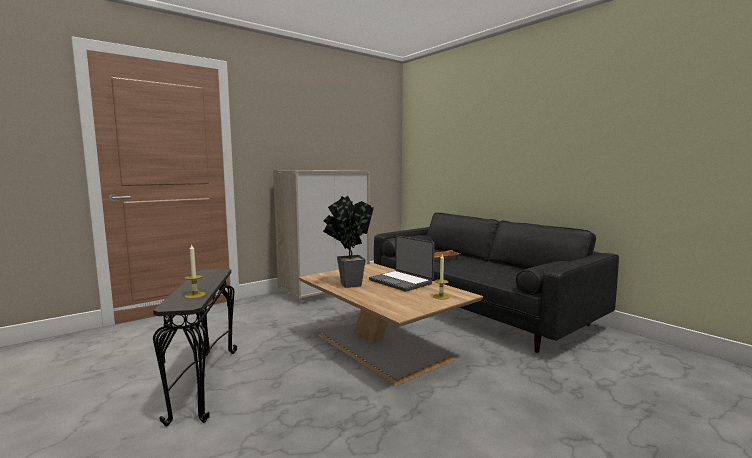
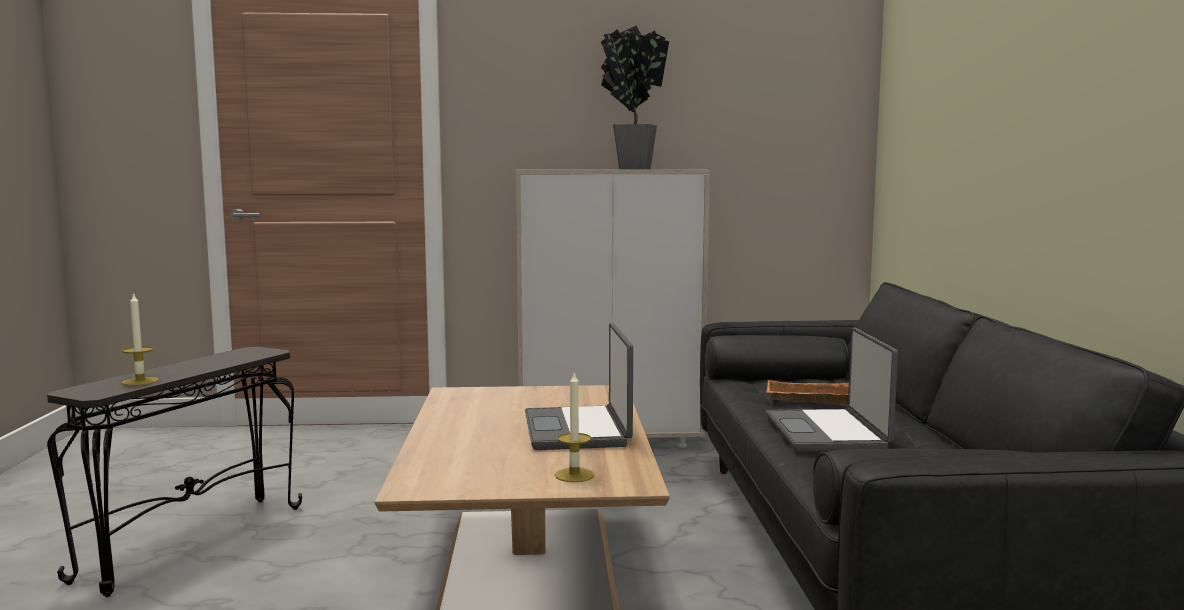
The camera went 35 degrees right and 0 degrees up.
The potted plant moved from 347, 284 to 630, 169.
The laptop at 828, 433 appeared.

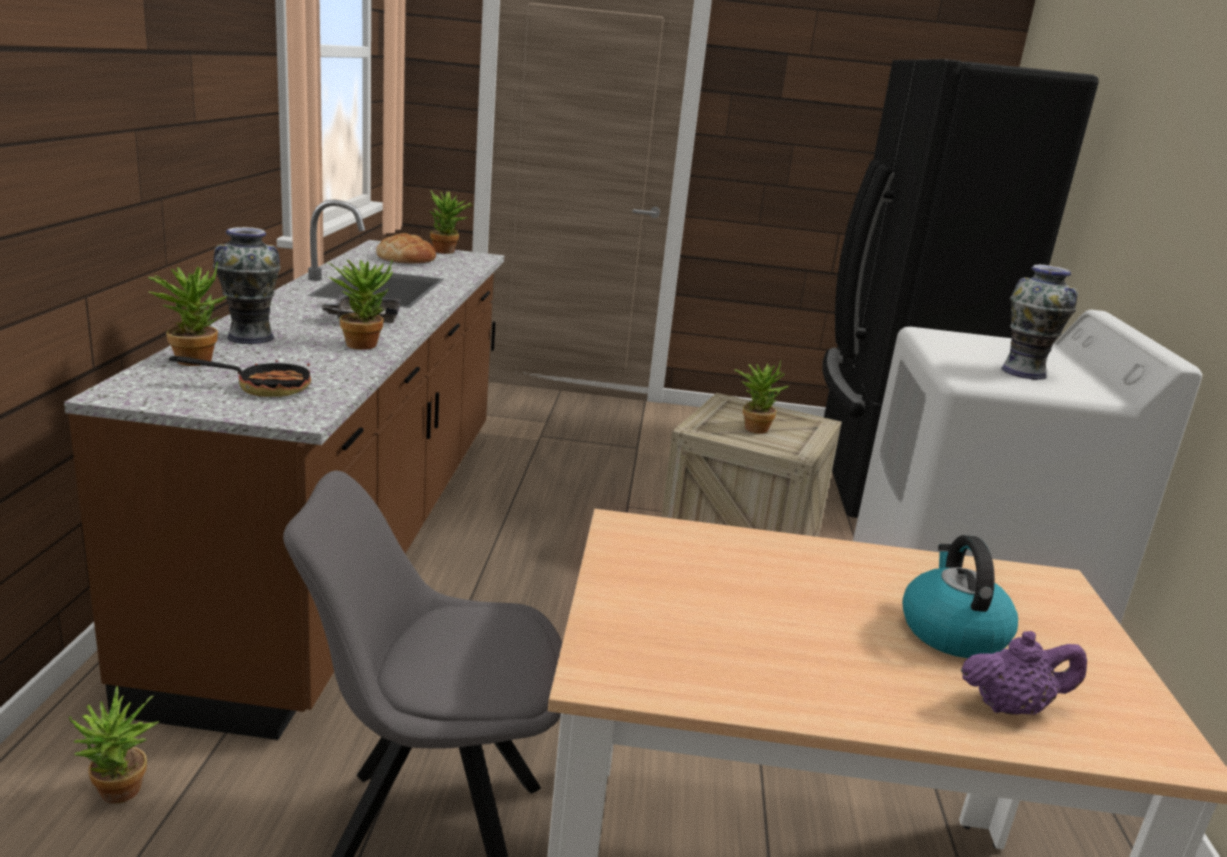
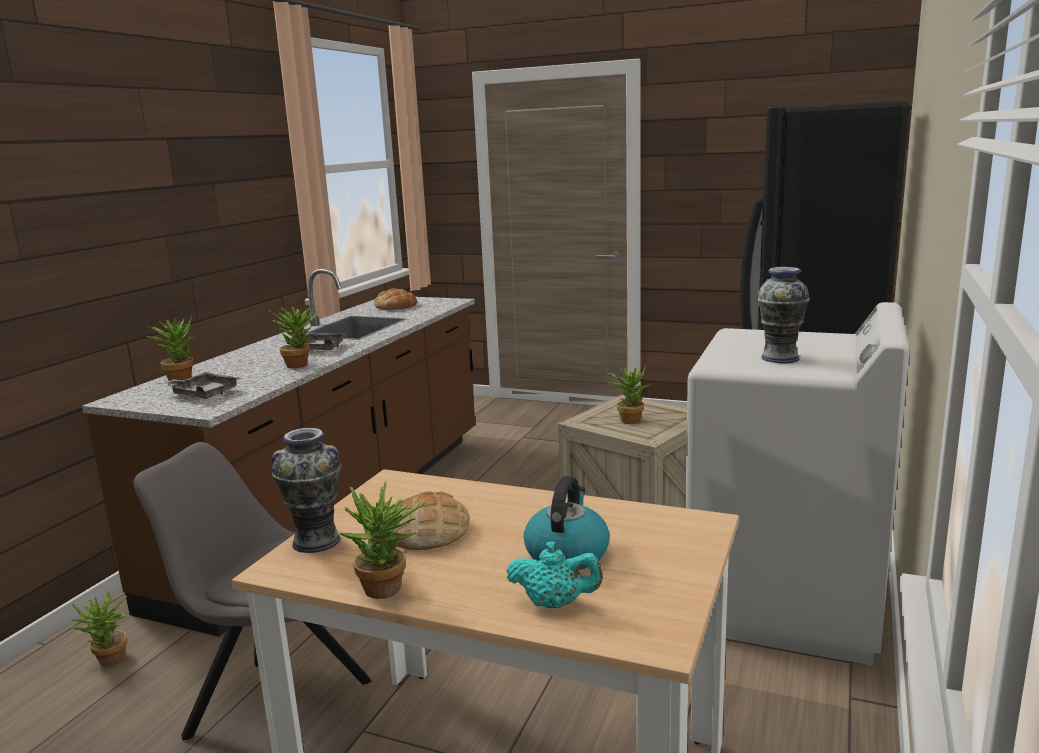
The camera went 20 degrees right and 5 degrees down.
The potted plant moved from 448, 252 to 388, 591.
The flower vase moved from 250, 337 to 316, 541.
The frying pan at 262, 387 was replaced by the carrying tray (gray) at 203, 394.
The teapot (purplish) at 1011, 707 became the teapot (blue-green) at 555, 603.
The bread at 426, 531 appeared.

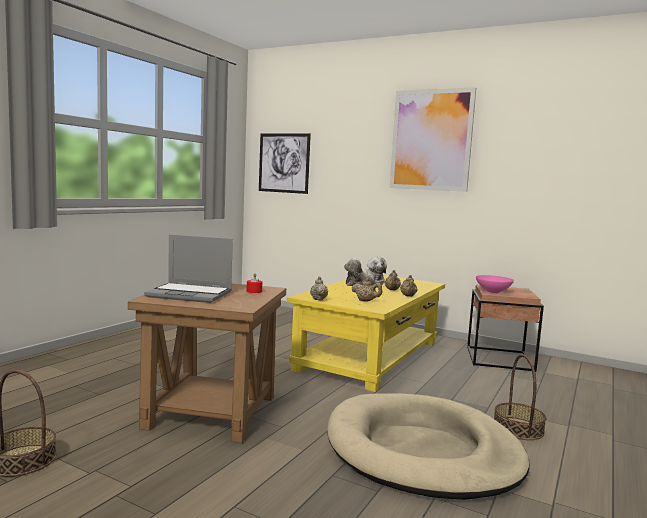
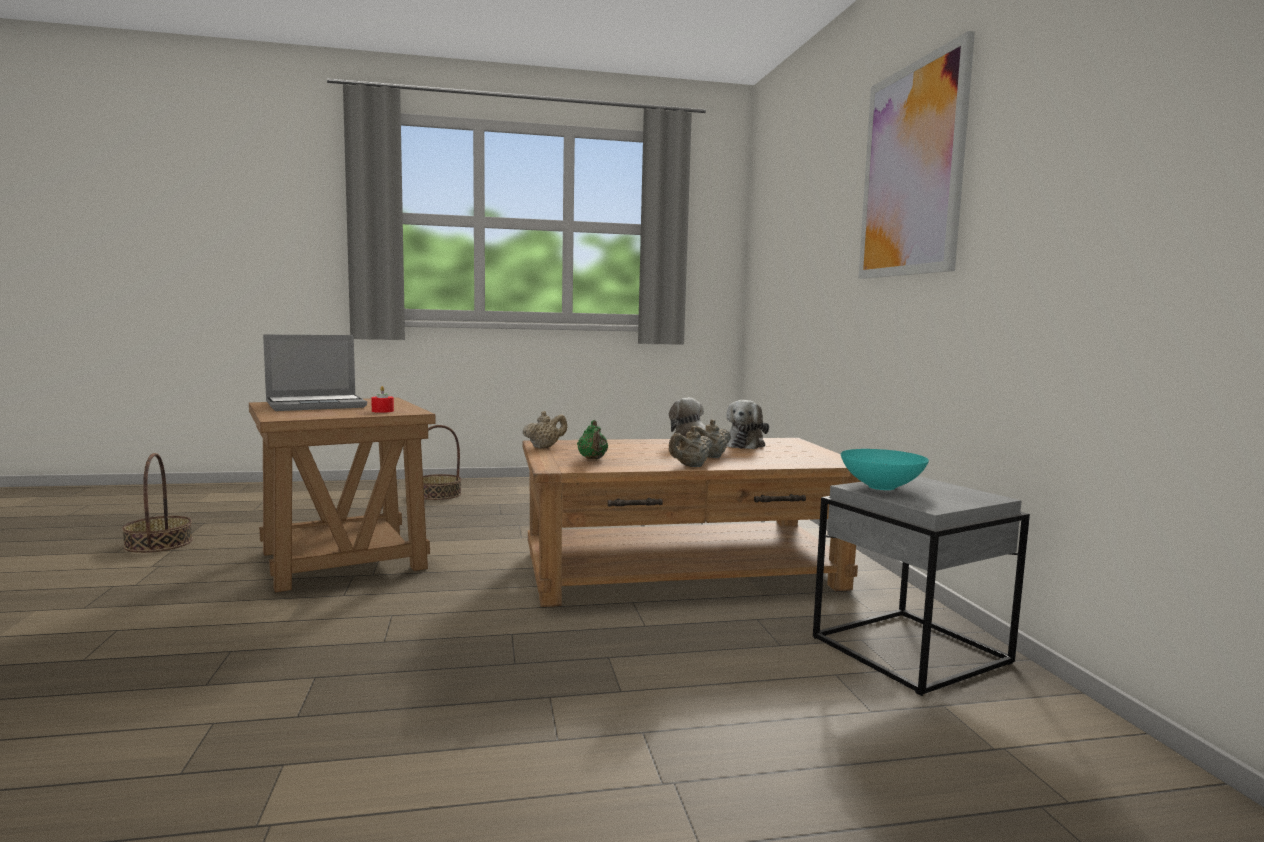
The camera went 50 degrees right and 0 degrees up.
The wall picture at 284, 163 disappeared.
The laptop at 191, 294 turned 90 degrees counterclockwise.
The lounge table (yellowish) at 370, 355 became the lounge table (brown) at 683, 570.
The deep dish (pinkish) at 493, 292 became the deep dish (blue-green) at 881, 487.
The teapot (beige-coloured) at 366, 301 became the teapot (green) at 592, 459.
The accent table (brown) at 500, 359 became the accent table (gray) at 912, 650.
The basket moved from 518, 428 to 438, 494.
The pet bed (beige-coloured) at 422, 451 disappeared.

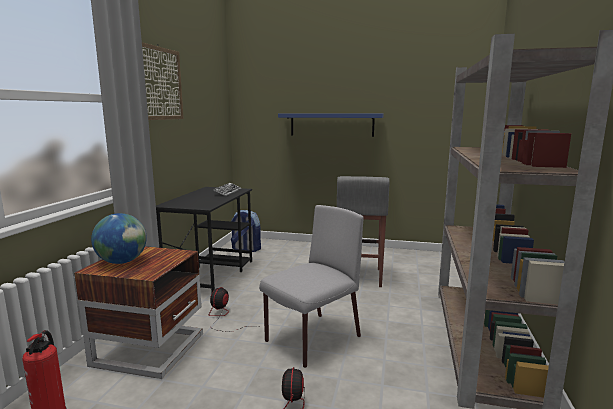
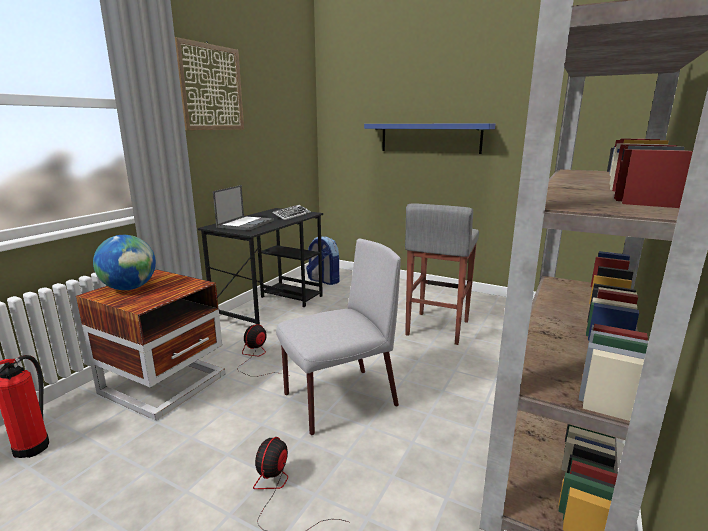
The camera went 15 degrees right and 5 degrees up.
The laptop at 246, 223 appeared.

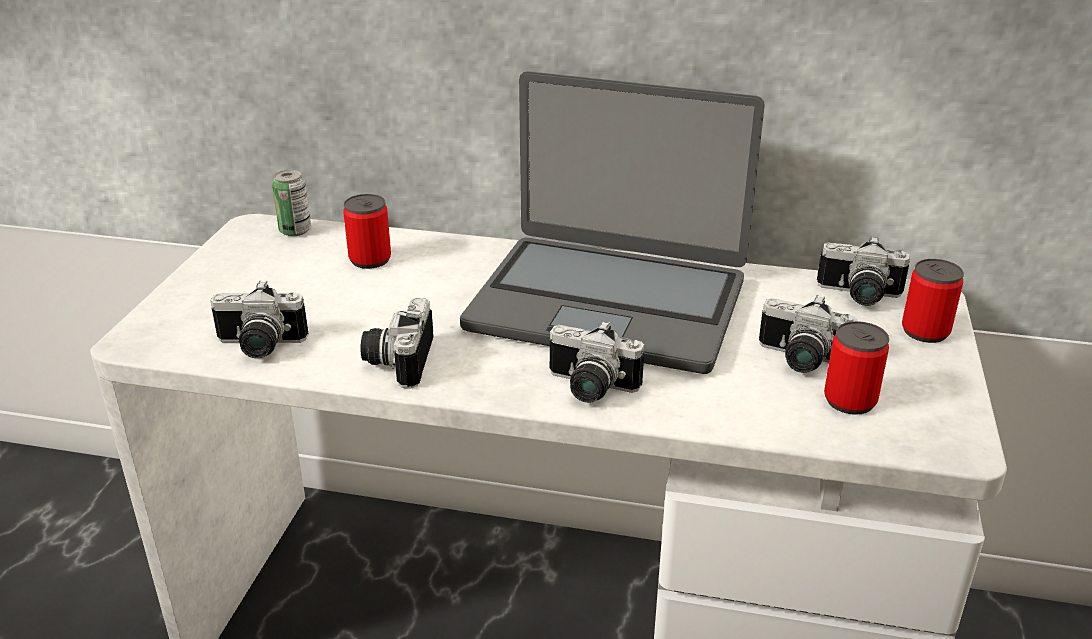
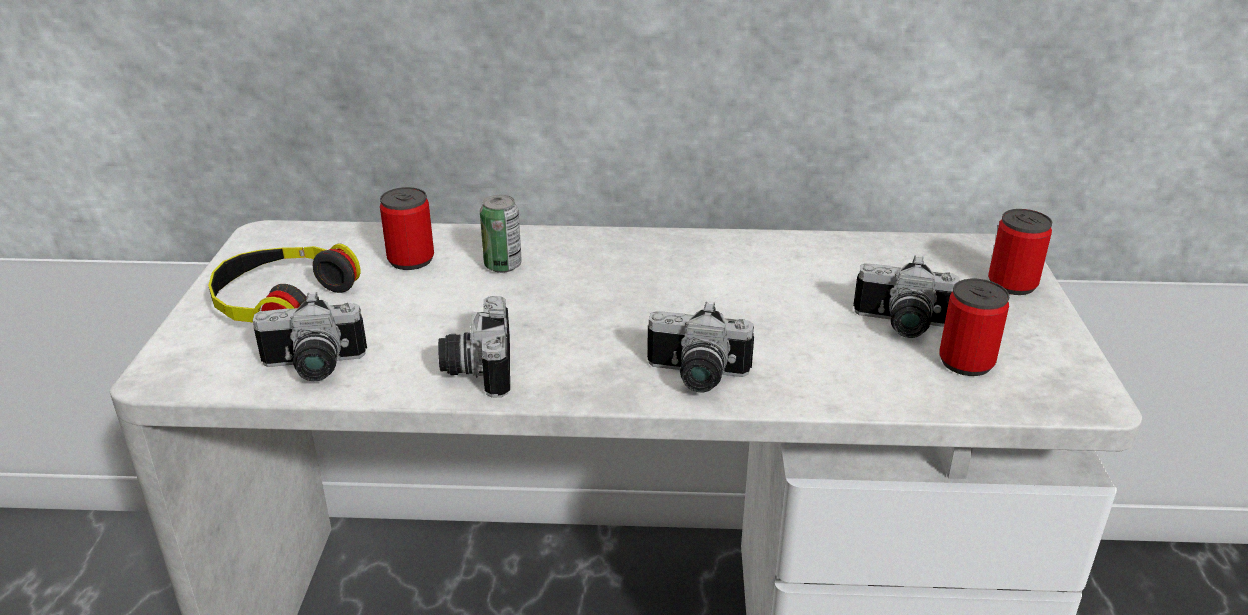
The camera went 10 degrees left and 0 degrees up.
The laptop at 608, 303 disappeared.
The can moved from 295, 231 to 503, 265.
The photo camera at 858, 296 disappeared.
The pair of headphones at 281, 301 appeared.

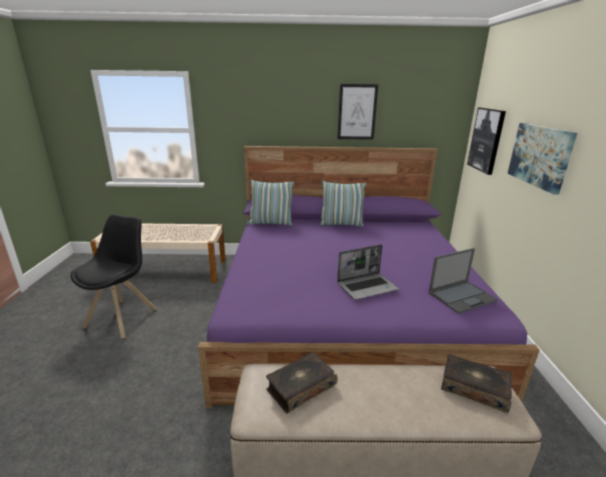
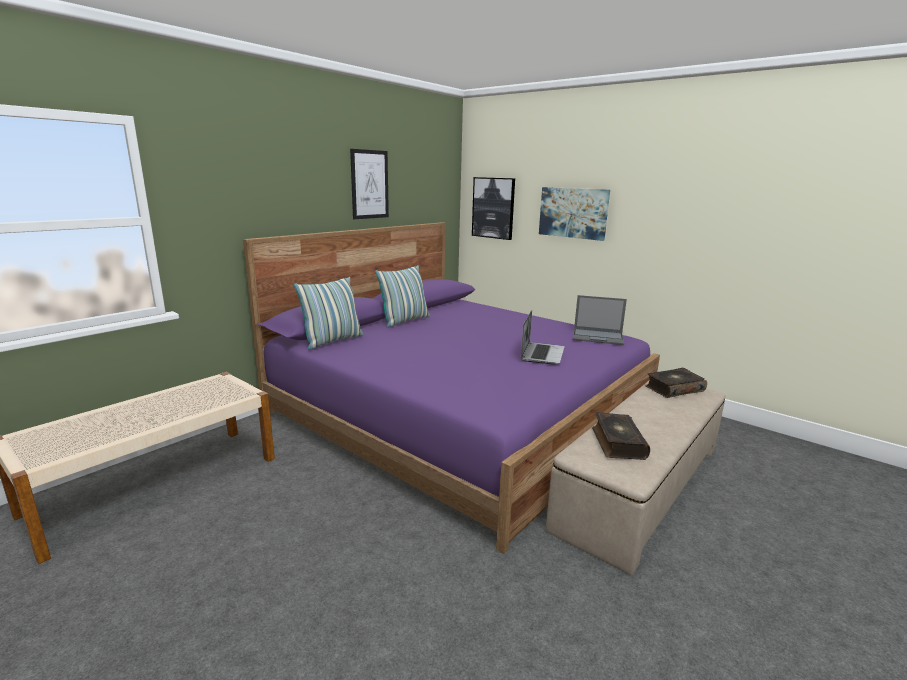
The camera went 50 degrees left and 5 degrees down.
The plain chair (black) at 122, 318 disappeared.
The laptop at 462, 296 turned 90 degrees clockwise.

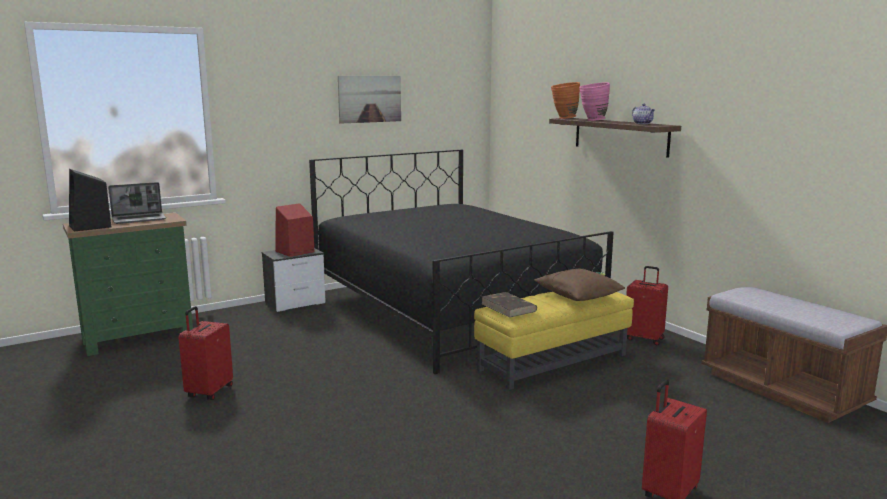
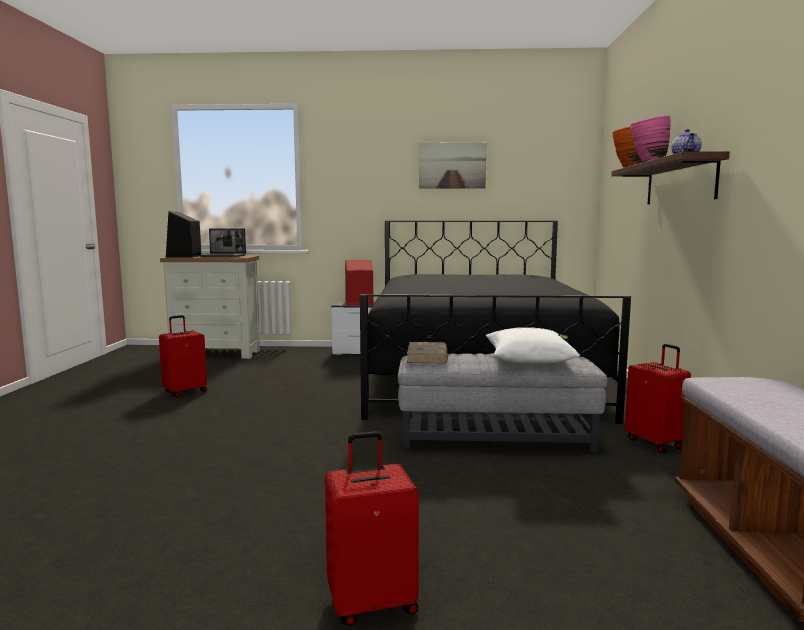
The camera went 35 degrees right and 5 degrees down.
The dresser (green) at 139, 339 became the dresser (white) at 216, 354.
The cushion (brown) at 578, 296 became the cushion (white) at 529, 360.
The footrest (yellowish) at 553, 362 became the footrest (gray) at 495, 438.

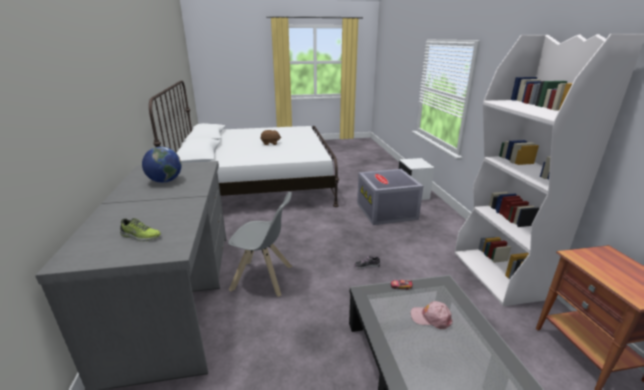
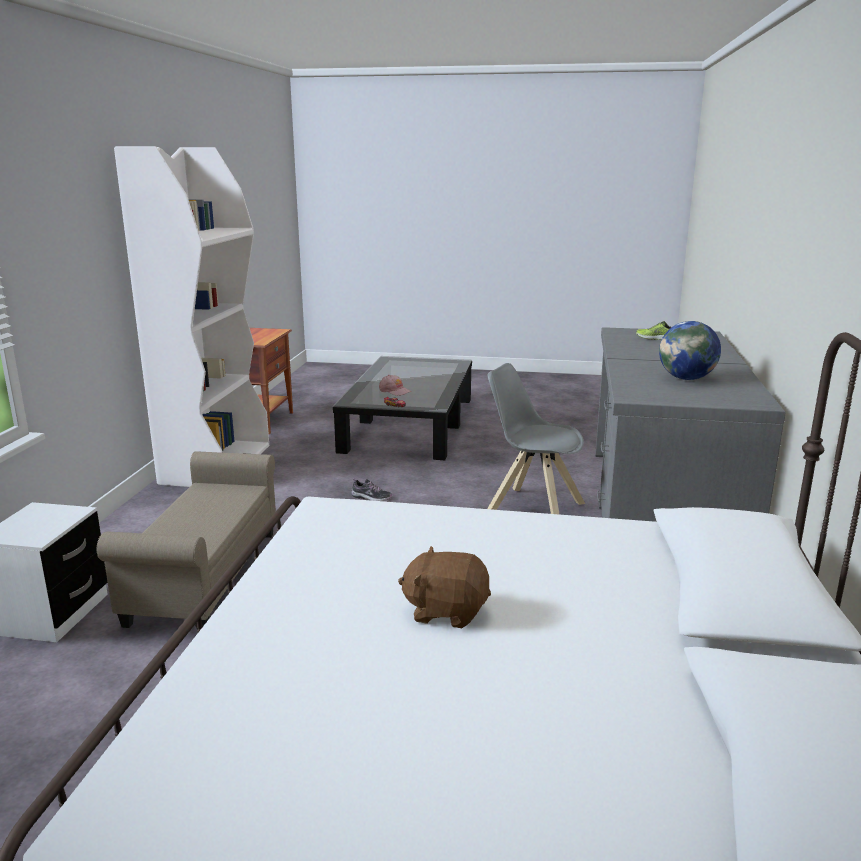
The camera went 160 degrees left and 5 degrees down.
The storage box (gray) at 387, 211 was replaced by the footrest (beige-coloured) at 205, 575.

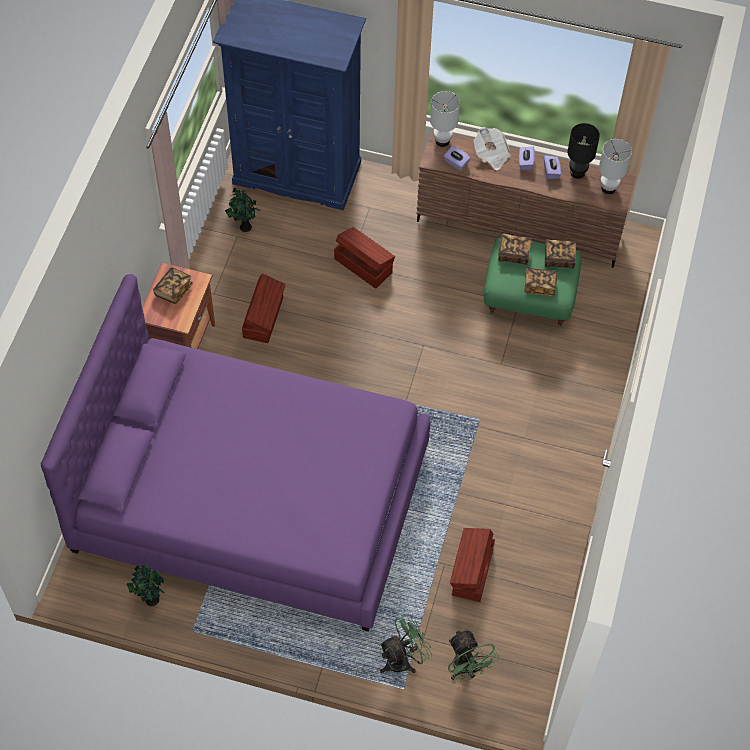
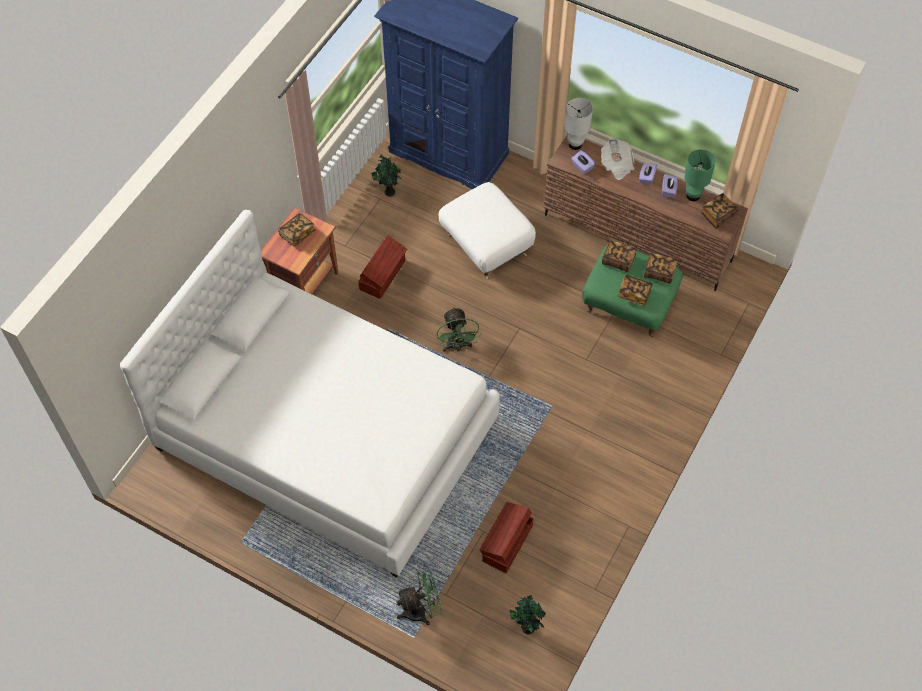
The camera went 15 degrees right and 0 degrees up.
The lamp for a table (black) at 577, 172 became the lamp for a table (green) at 693, 195.
The lamp for a table (white) at 608, 188 was replaced by the book at 718, 215.
The storage box (brown) at 363, 265 was replaced by the footrest (white) at 485, 245.
The bed (purplish) at 251, 497 became the bed (white) at 326, 433.
The potted plant moved from 150, 599 to 527, 627.
The cooling fan (green) moved from 466, 669 to 457, 346.

